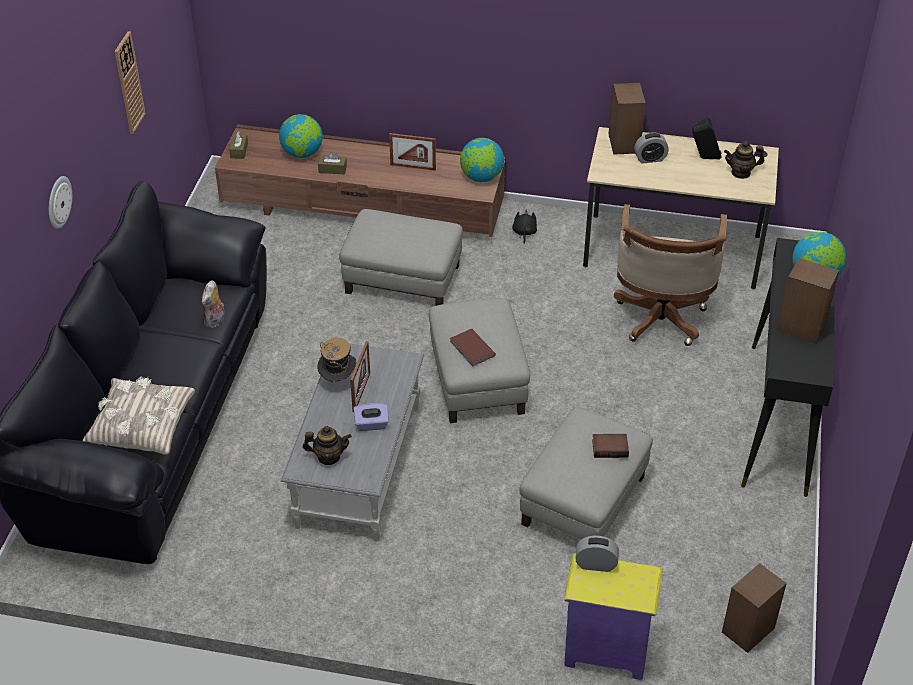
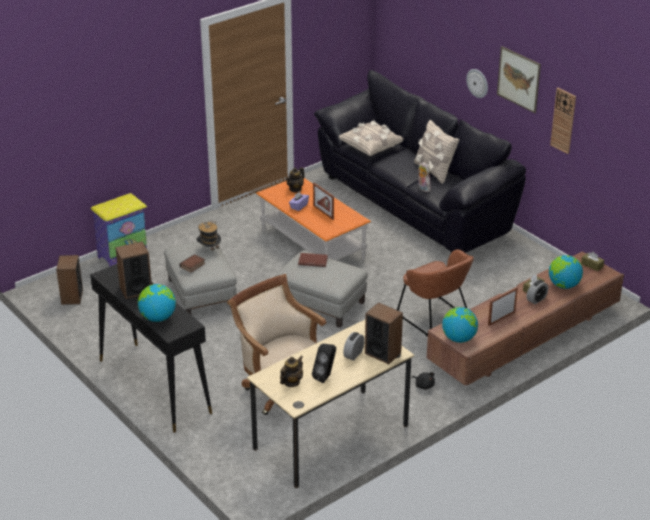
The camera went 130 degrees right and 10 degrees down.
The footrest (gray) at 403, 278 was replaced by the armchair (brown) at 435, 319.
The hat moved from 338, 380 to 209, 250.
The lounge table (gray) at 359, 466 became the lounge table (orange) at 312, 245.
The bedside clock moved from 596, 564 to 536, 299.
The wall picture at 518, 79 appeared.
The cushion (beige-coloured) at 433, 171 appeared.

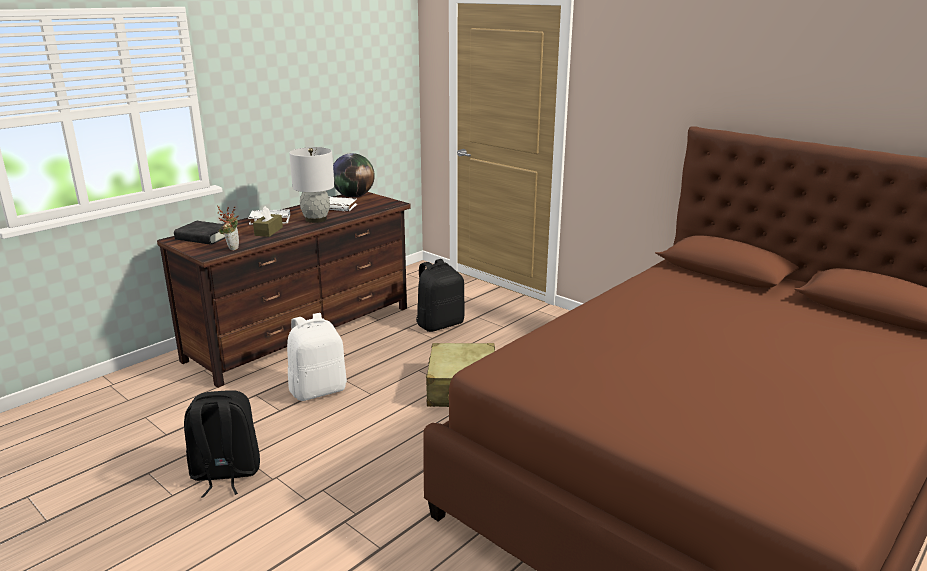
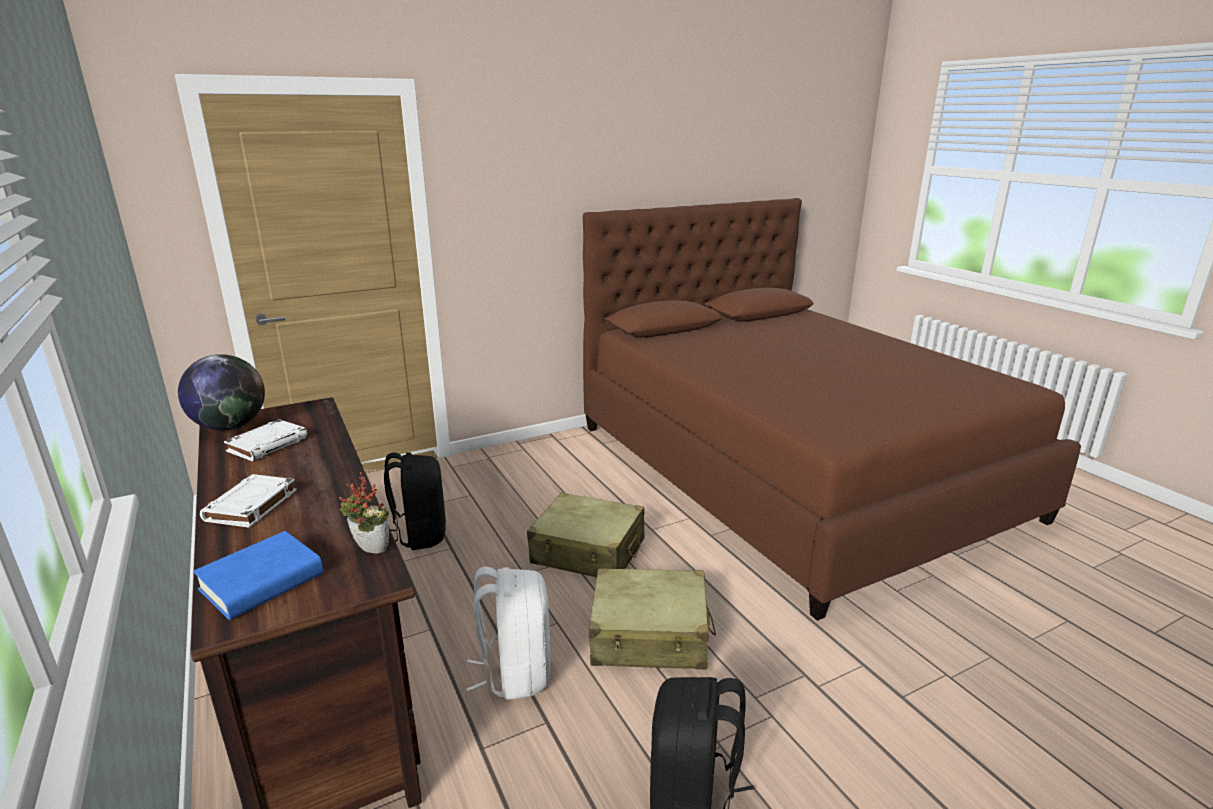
The camera went 70 degrees left and 0 degrees up.
The lamp for a table (white) at 316, 219 disappeared.
The box of tissues (brown) at 268, 231 disappeared.
The book (black) at 204, 237 became the book (blue-coloured) at 262, 582.
The piece of luggage (beige-coloured) at 650, 635 appeared.

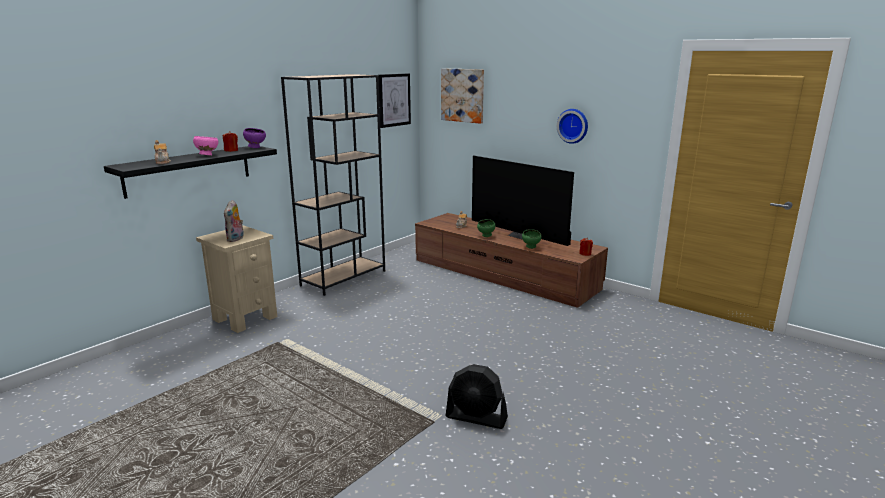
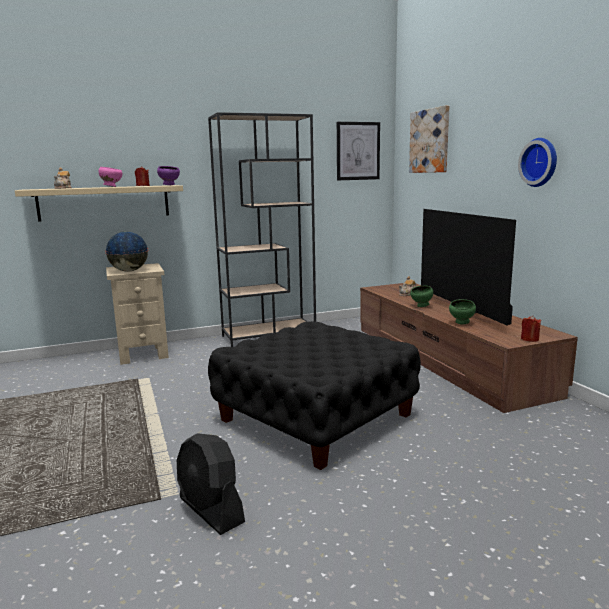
The camera went 30 degrees right and 5 degrees down.
The wall shelf (black) at 189, 170 became the wall shelf (beige-coloured) at 104, 202.
The cuddly toy at 236, 239 was replaced by the desk globe at 129, 271.
The footrest (black) at 316, 417 appeared.

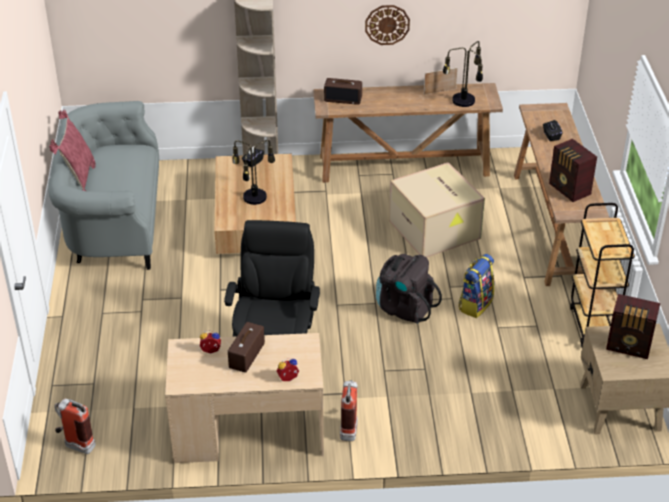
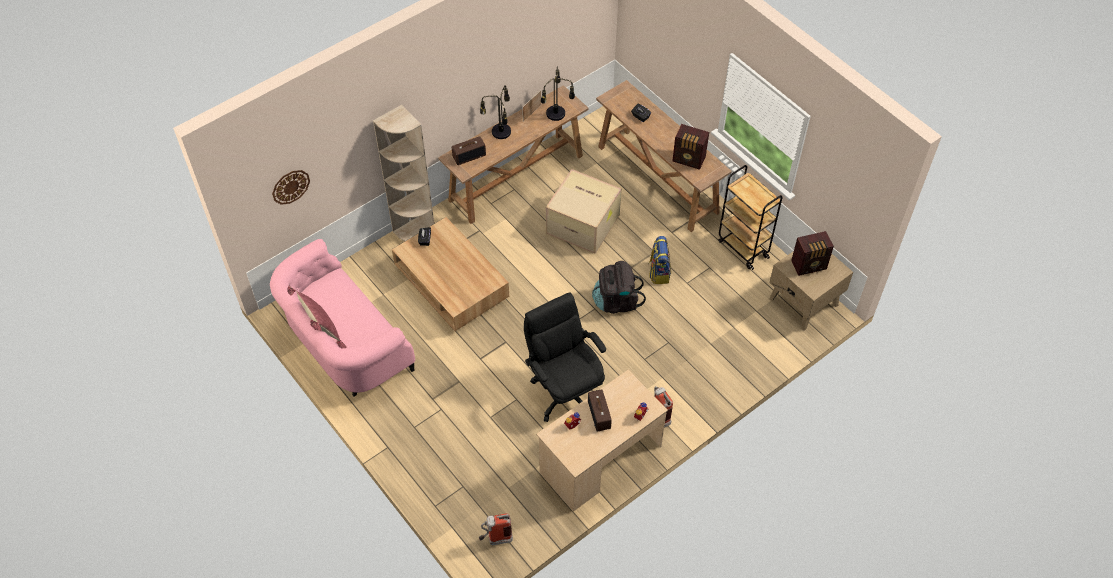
The camera went 35 degrees left and 15 degrees up.
The hanging clock moved from 387, 24 to 290, 186.
The settee (gray) at 113, 221 became the settee (pinkish) at 346, 345.
The lamp for a table moved from 254, 197 to 501, 132.

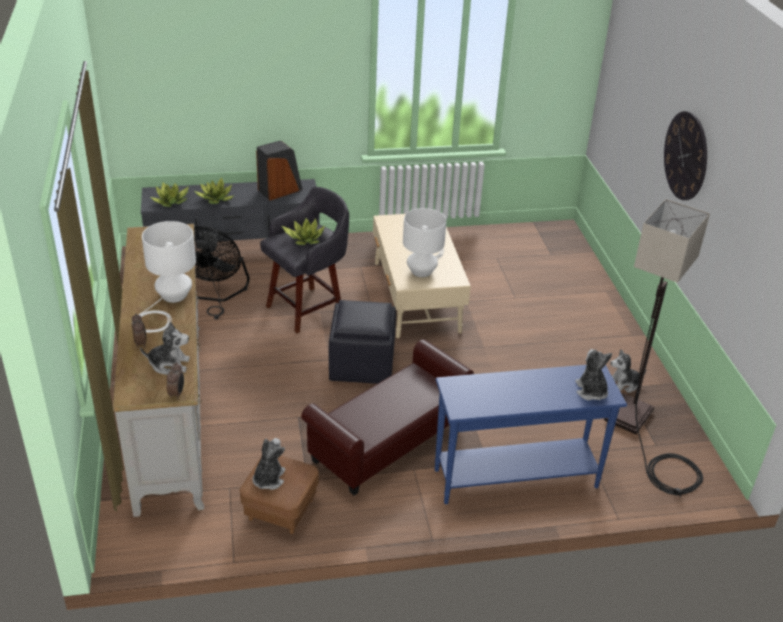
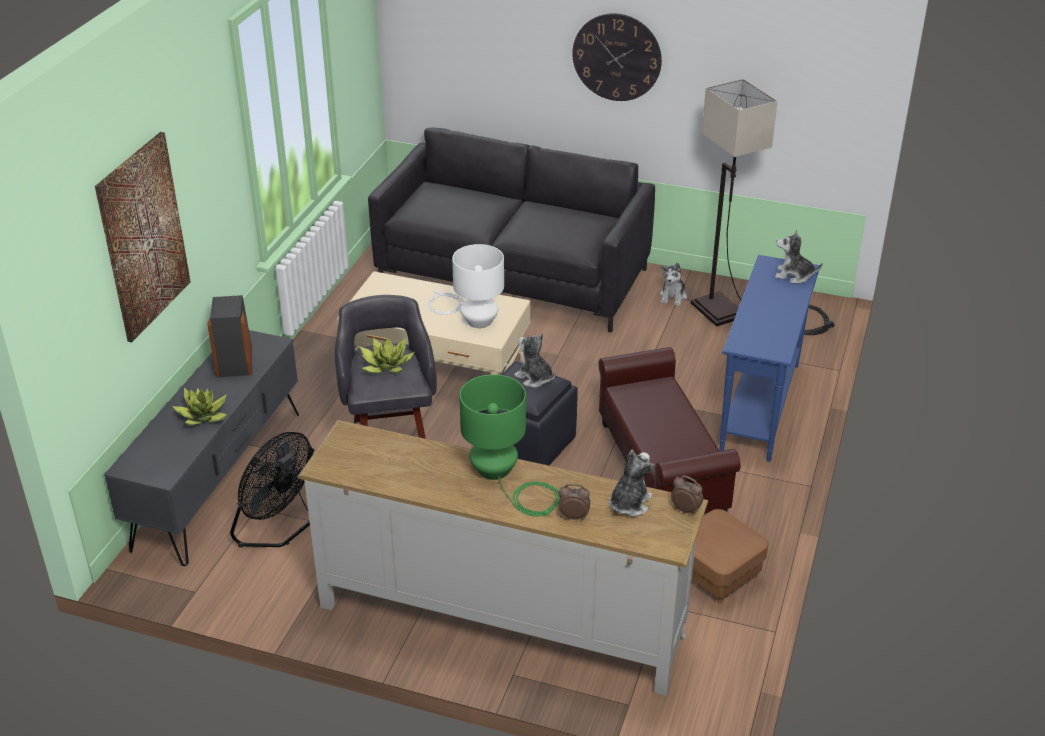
The camera went 60 degrees left and 0 degrees up.
The potted plant at 171, 201 disappeared.
The lamp for a table (white) at 165, 305 became the lamp for a table (green) at 509, 481.
The cuddly toy moved from 268, 479 to 534, 378.
The settee (black) at 512, 277 appeared.
The wall picture at 143, 237 appeared.

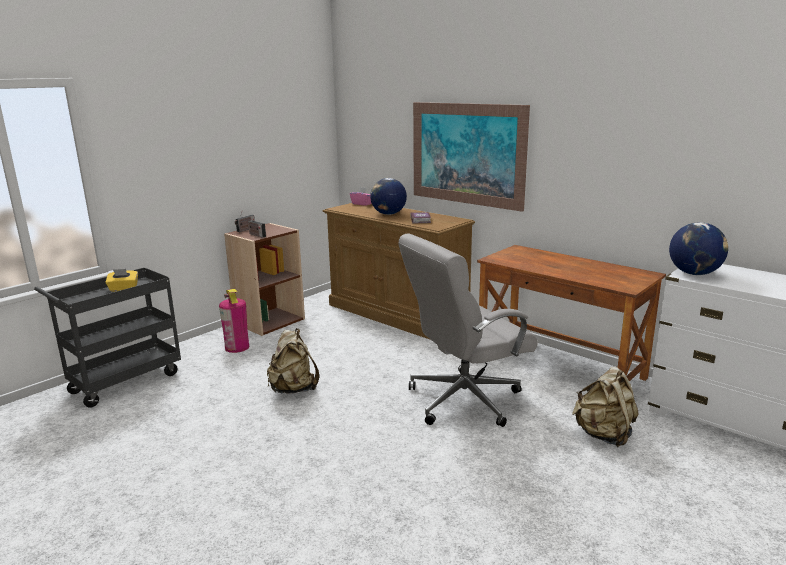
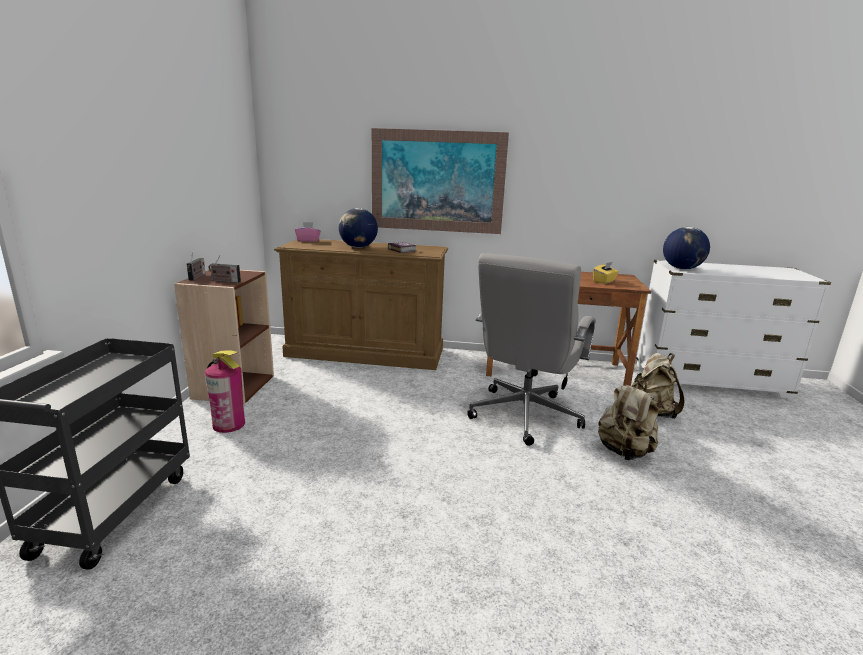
The camera went 35 degrees left and 0 degrees up.
The box of tissues (yellowish) moved from 123, 289 to 604, 281.
The knapsack (beige-coloured) moved from 293, 389 to 624, 452.

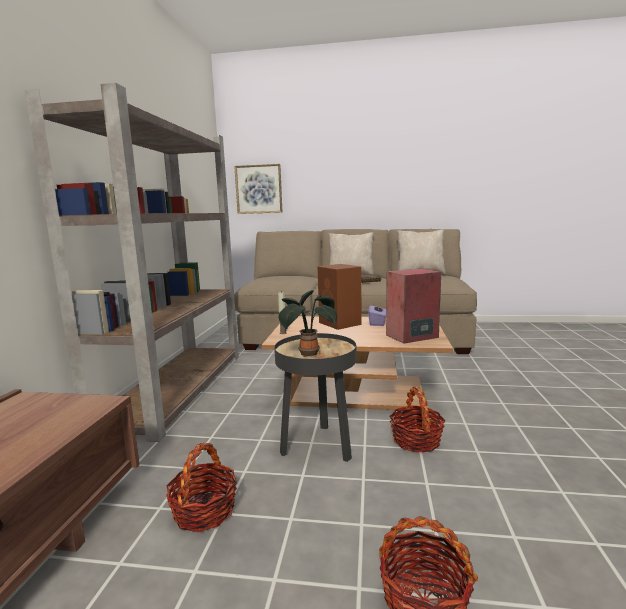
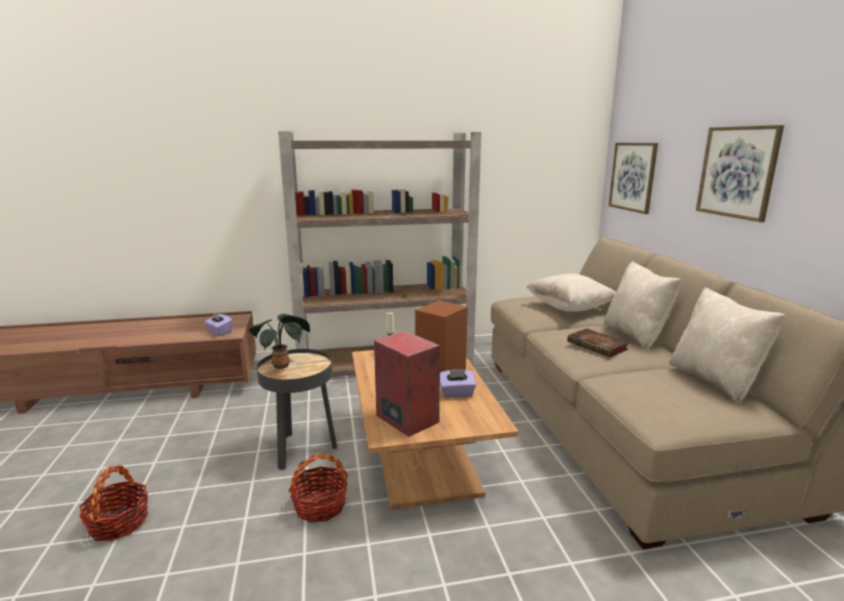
The camera went 70 degrees right and 5 degrees up.
The basket at 204, 511 disappeared.
The wall picture at 737, 172 appeared.
The cushion (beige-coloured) at 569, 308 appeared.
The box of tissues (purplish) at 219, 332 appeared.

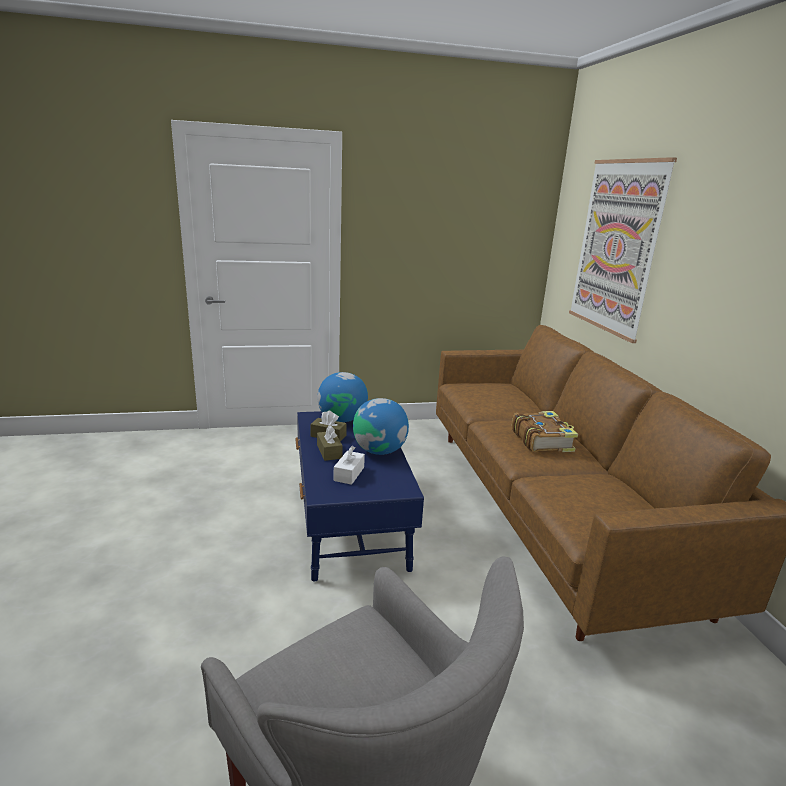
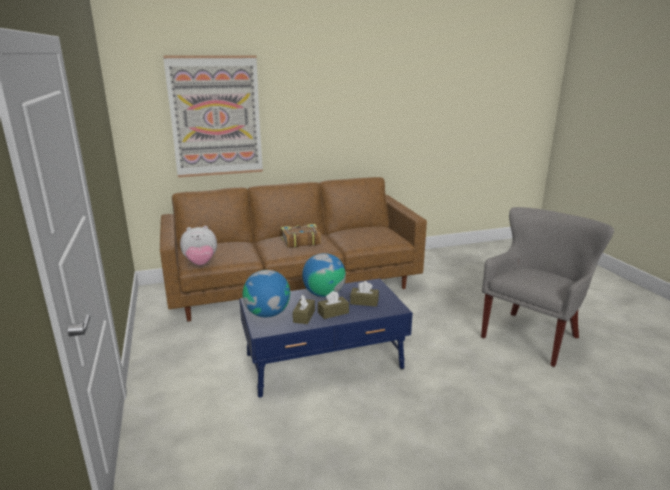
The camera went 95 degrees left and 0 degrees up.
The box of tissues (white) at 349, 474 became the box of tissues (brown) at 364, 302.
The cuddly toy at 200, 263 appeared.

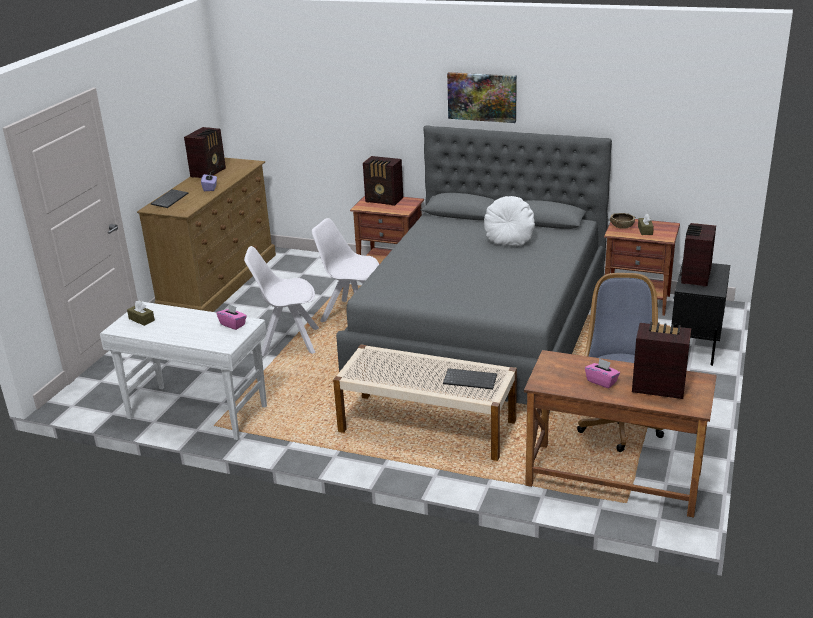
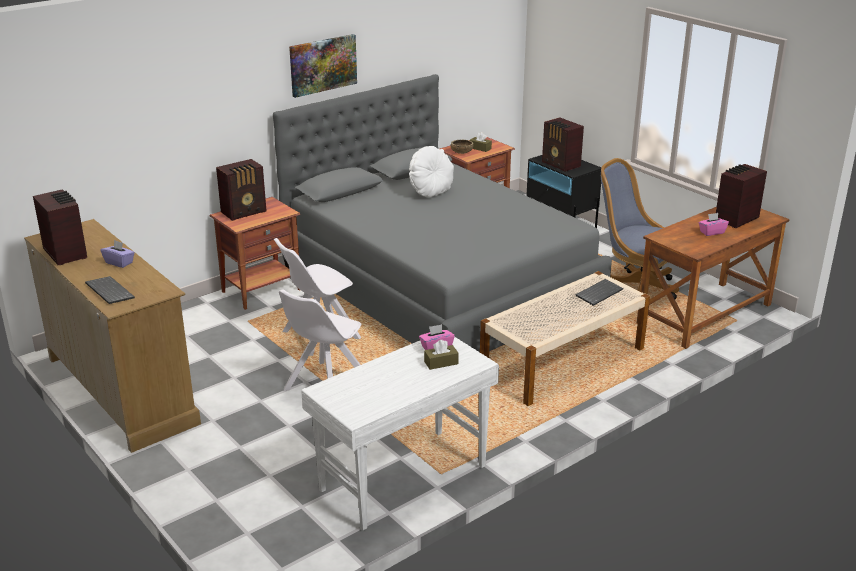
The camera went 60 degrees left and 0 degrees up.
The box of tissues (brown) moved from 141, 319 to 441, 363.

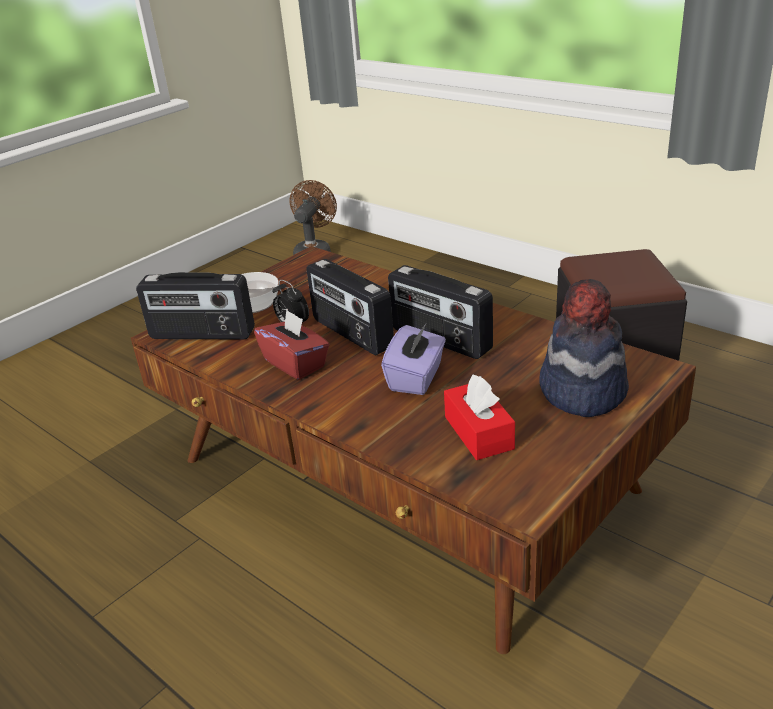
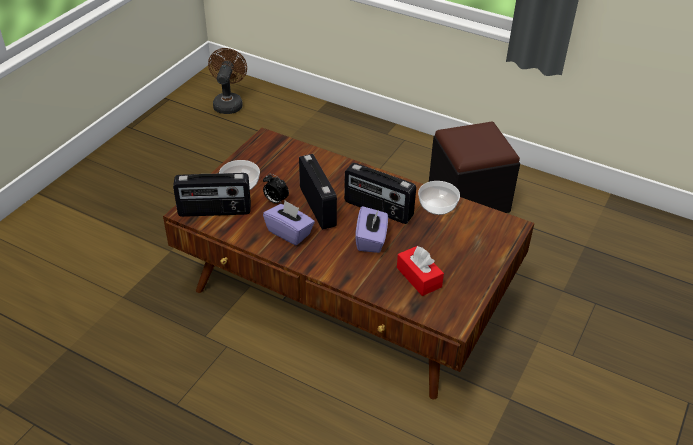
The camera went 15 degrees left and 10 degrees up.
The radio at 351, 334 turned 150 degrees counterclockwise.
The hat at 582, 391 disappeared.
The box of tissues (reddish) at 296, 363 became the box of tissues (purplish) at 289, 232.
The deep dish at 438, 205 appeared.

